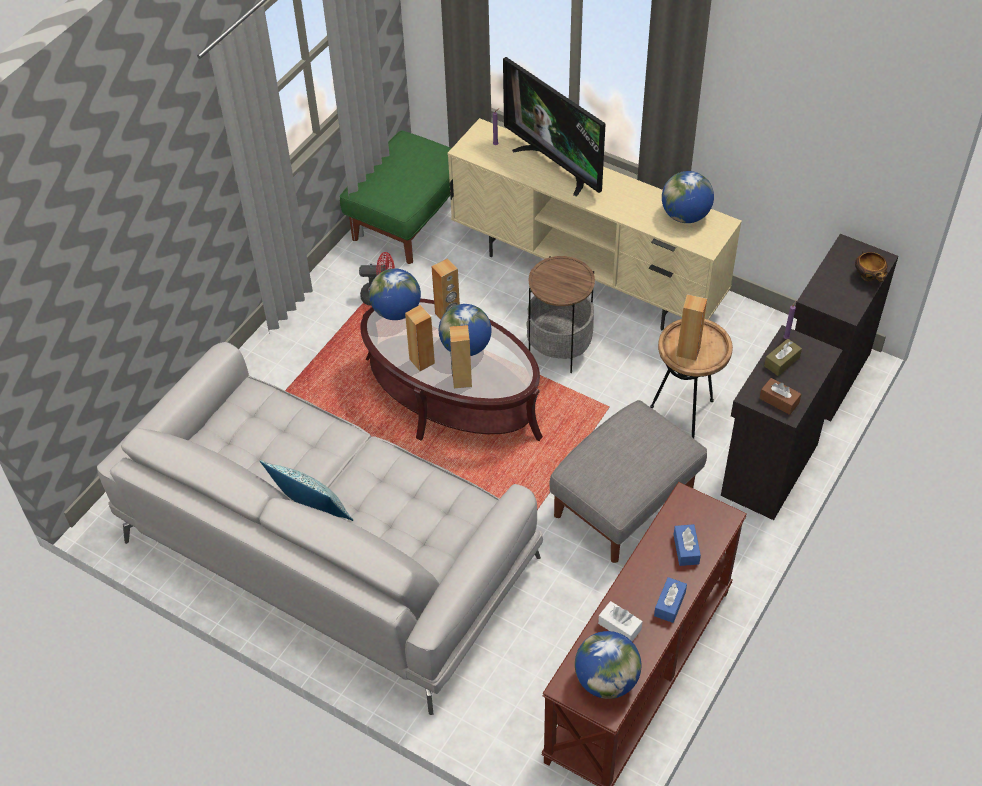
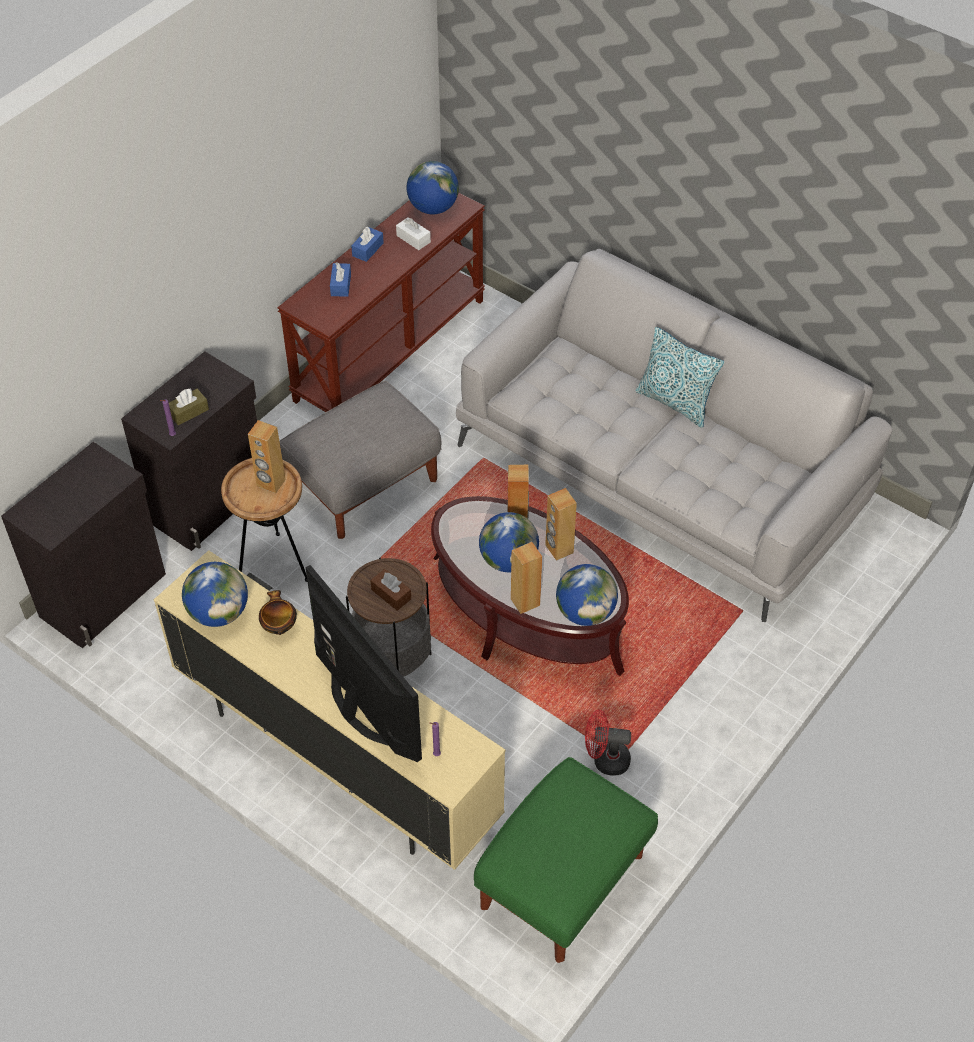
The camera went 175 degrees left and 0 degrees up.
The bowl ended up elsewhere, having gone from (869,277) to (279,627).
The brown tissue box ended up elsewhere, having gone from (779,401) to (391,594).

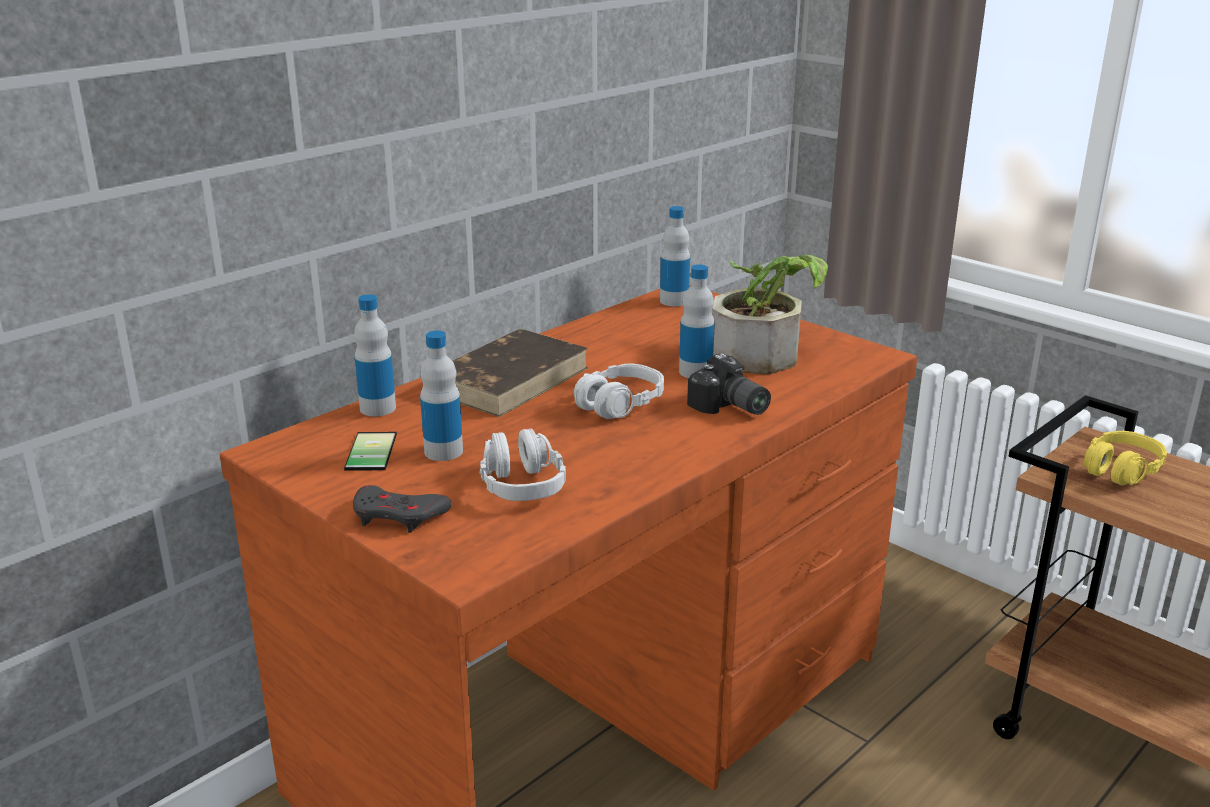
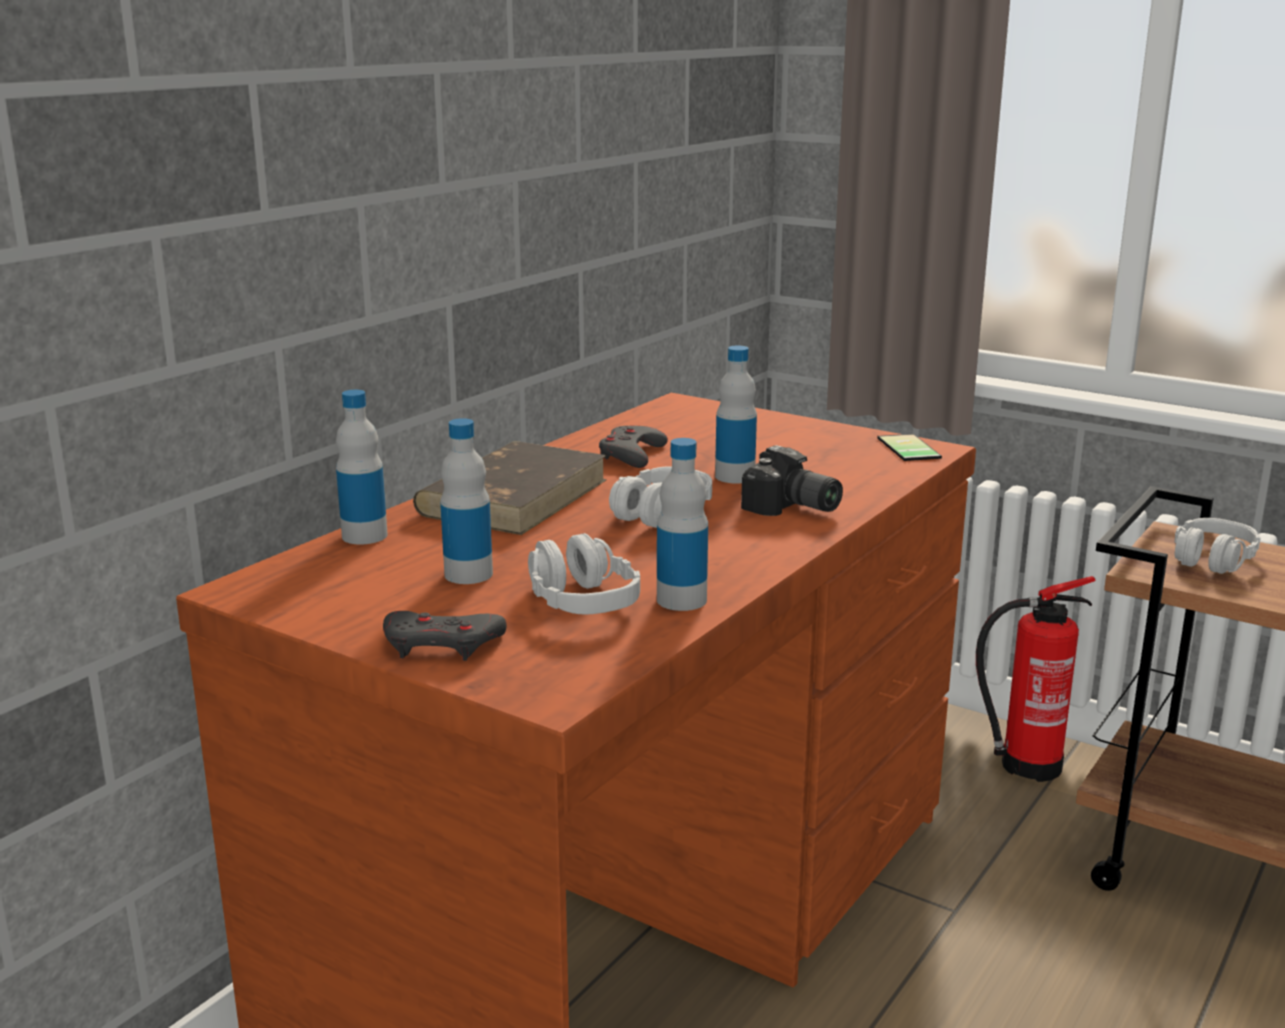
The camera went 10 degrees left and 5 degrees down.
The bottle ended up elsewhere, having gone from (674,301) to (681,600).
The second view lost the potted plant at (763,352).
What was the yellow headphones at (1121,470) turned into the grey headphones at (1212,560).
The phone ended up elsewhere, having gone from (366,451) to (904,448).
The second view gained the grey game controller at (631,454).
The second view gained the fire extinguisher at (1024,765).

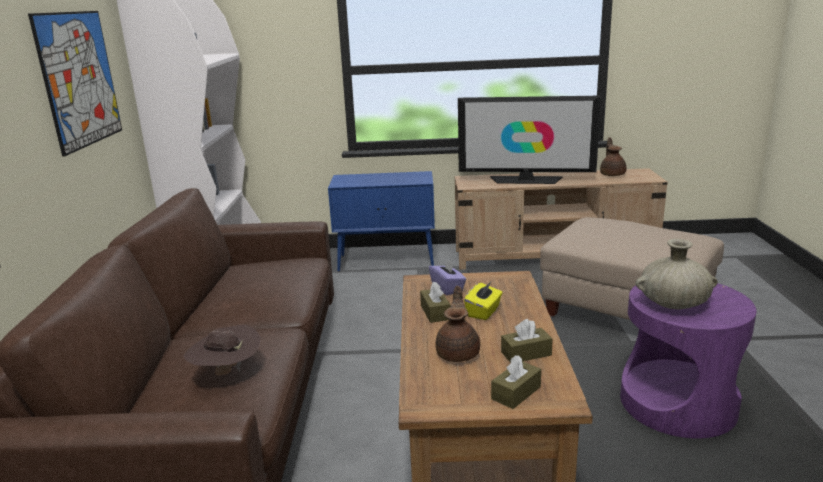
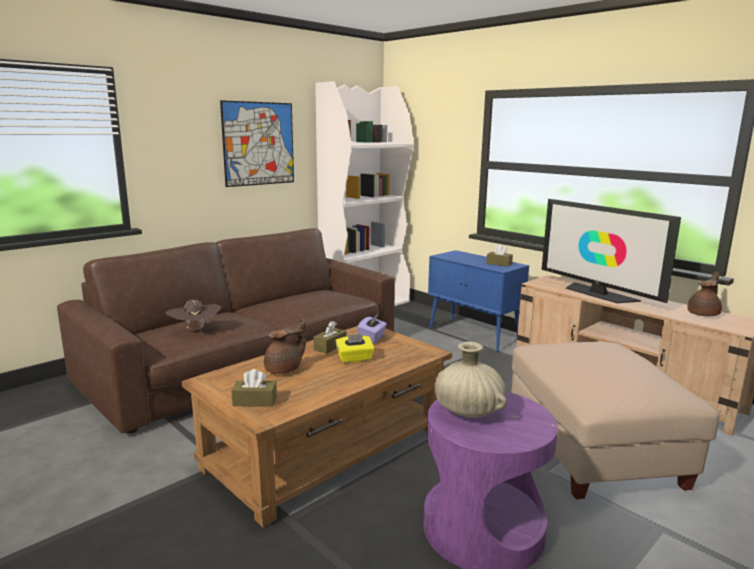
The camera went 45 degrees right and 5 degrees down.
The brown tissue box ended up elsewhere, having gone from (526,353) to (499,263).

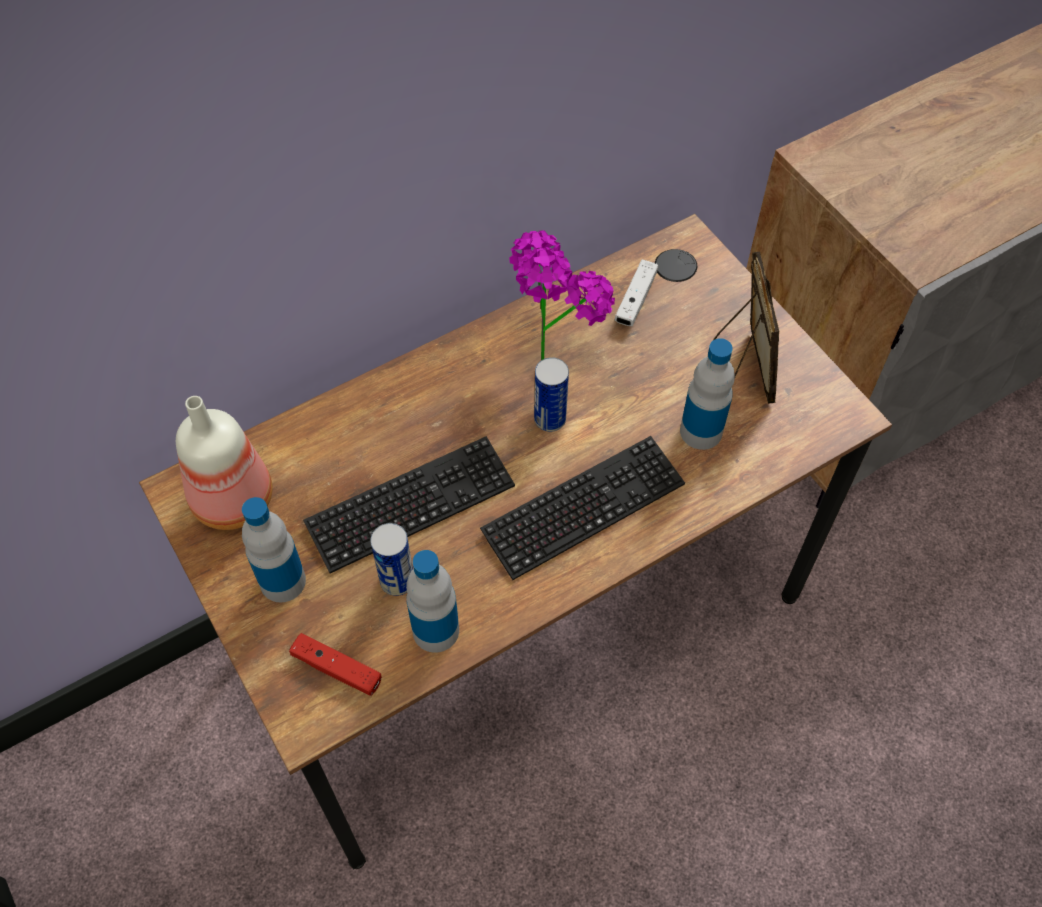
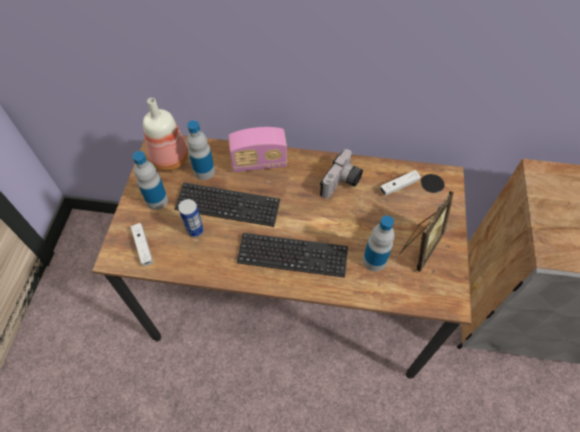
The camera went 40 degrees right and 0 degrees up.
Where the potted plant stood at (552,351), the photo camera came to stand at (342,184).
The second view lost the can at (550,419).
The bottle ended up elsewhere, having gone from (436,630) to (204,171).
What was the red game controller at (337,669) turned into the white game controller at (143,247).
The second view gained the radio at (259,162).

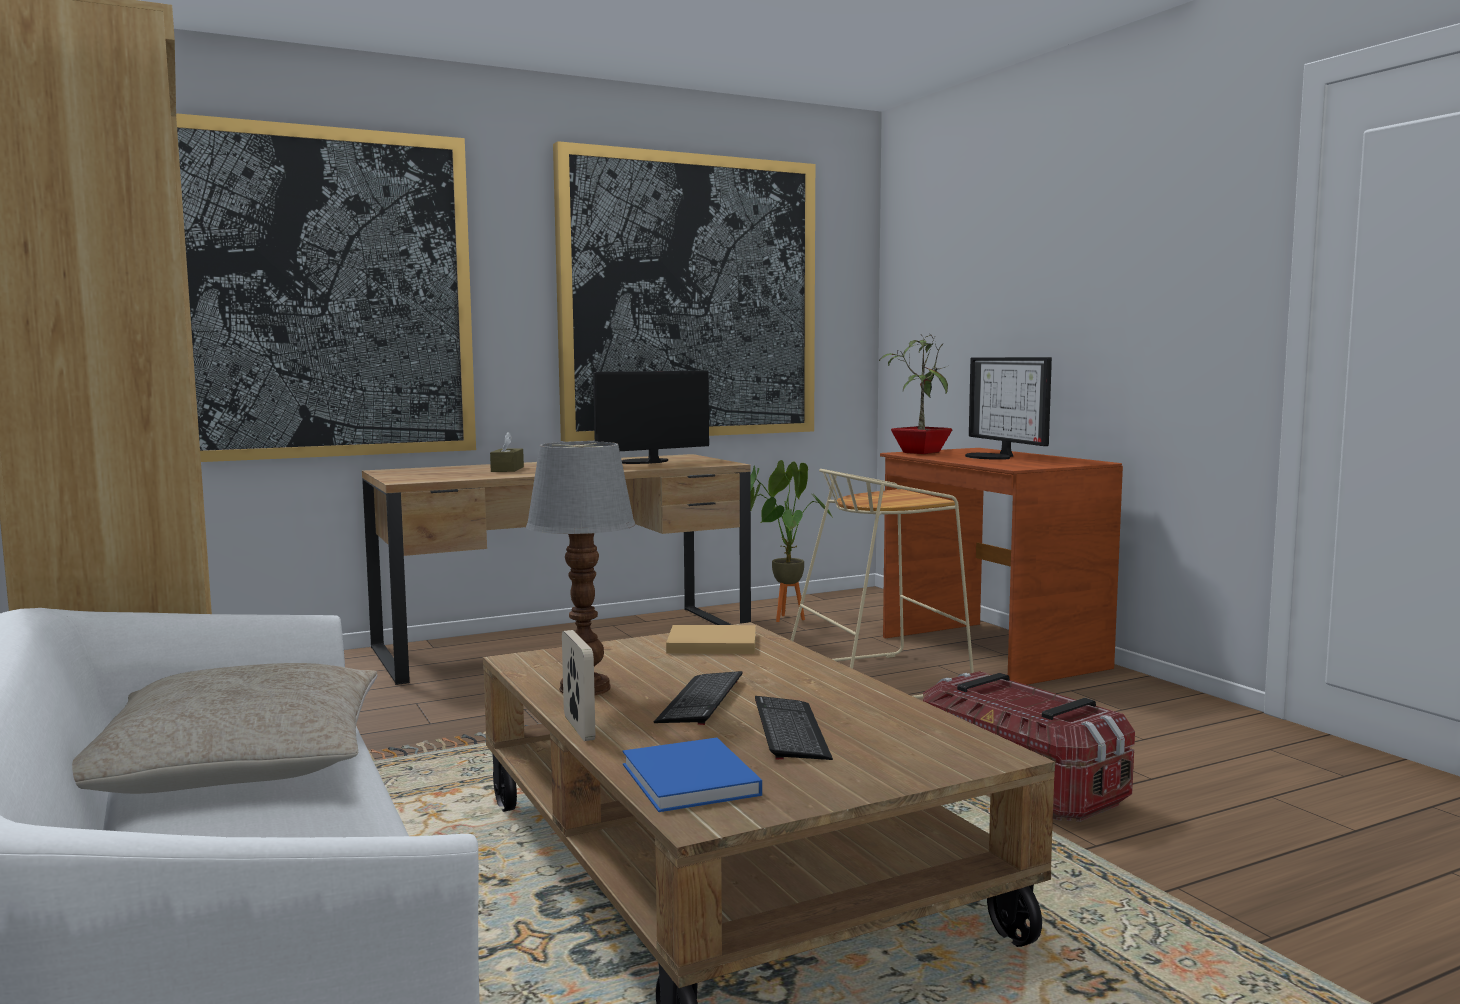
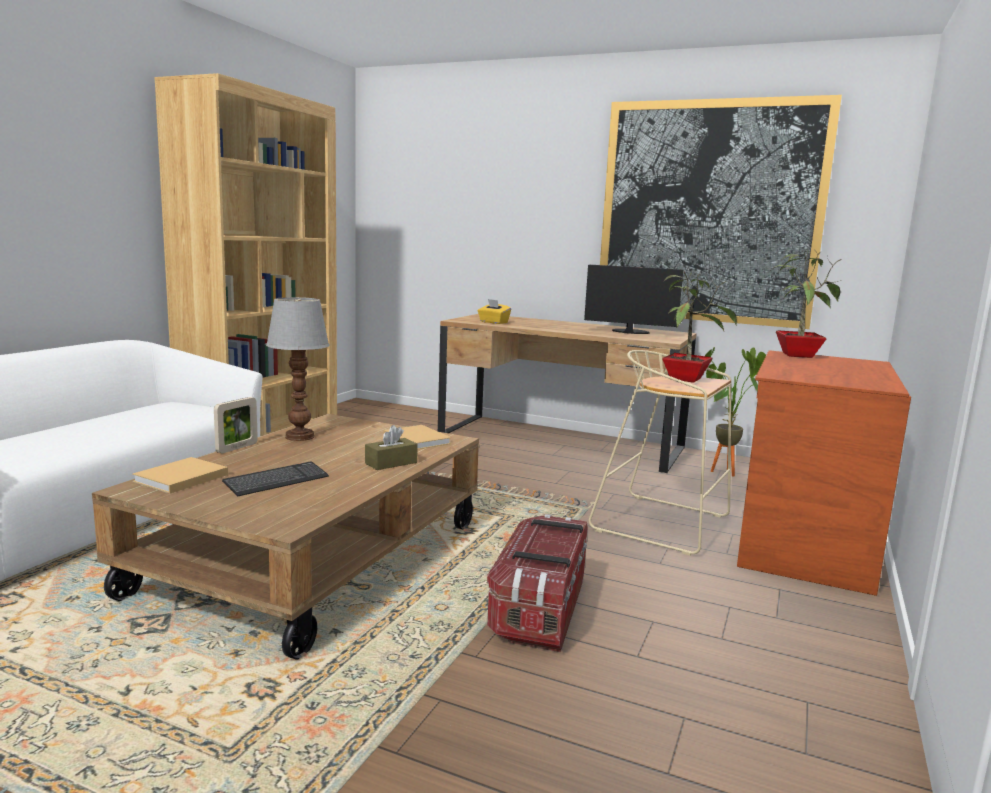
The camera went 50 degrees right and 5 degrees up.
The second view lost the picture at (304,294).
The second view lost the monitor at (994,456).
The brown tissue box ended up elsewhere, having gone from (507,469) to (391,463).
The second view lost the beige pillow at (238,762).
The second view lost the keyboard at (701,700).
What was the blue book at (691,781) turned into the beige book at (179,478).
The second view gained the potted plant at (686,379).
The second view gained the yellow tissue box at (493,322).

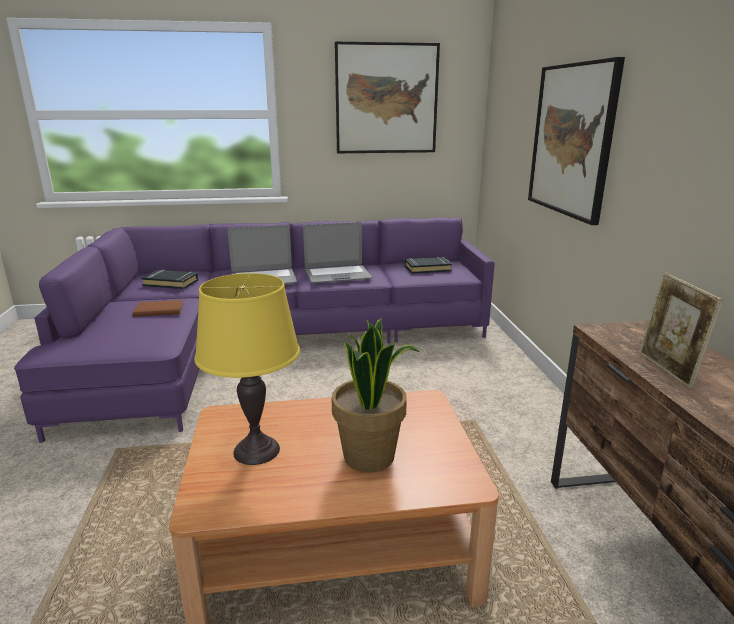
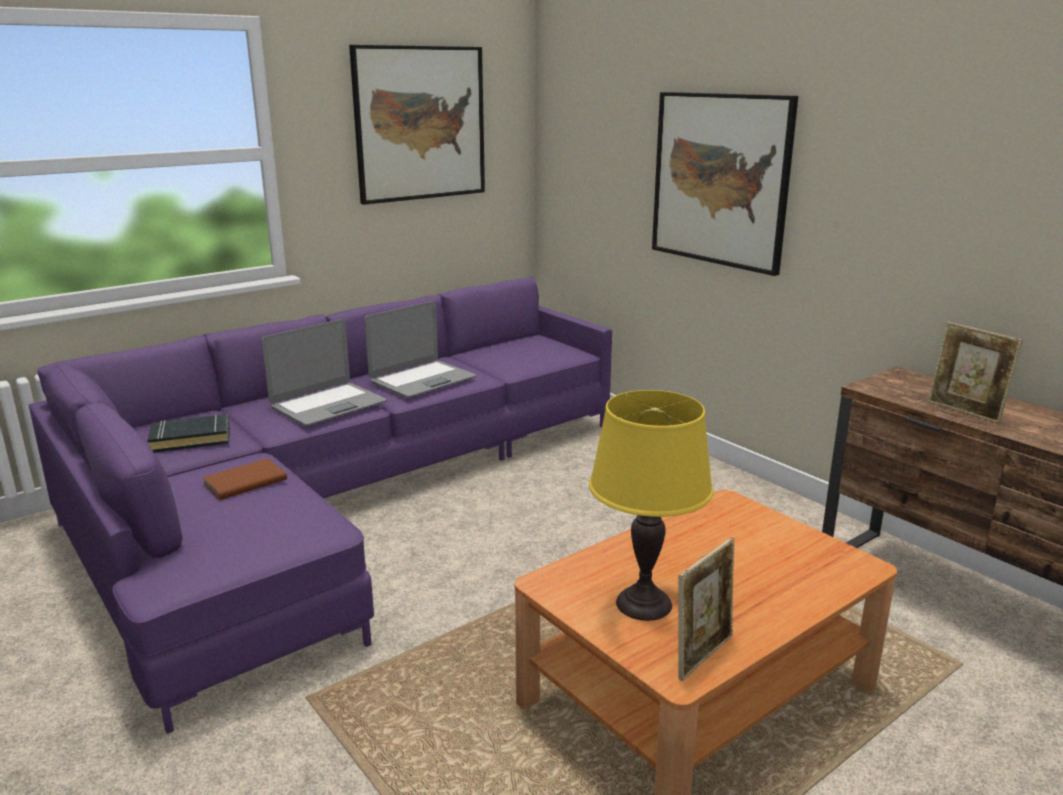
The camera went 30 degrees left and 0 degrees up.
The second view lost the black book at (427,268).
The second view lost the potted plant at (370,457).
The second view gained the picture frame at (703,655).

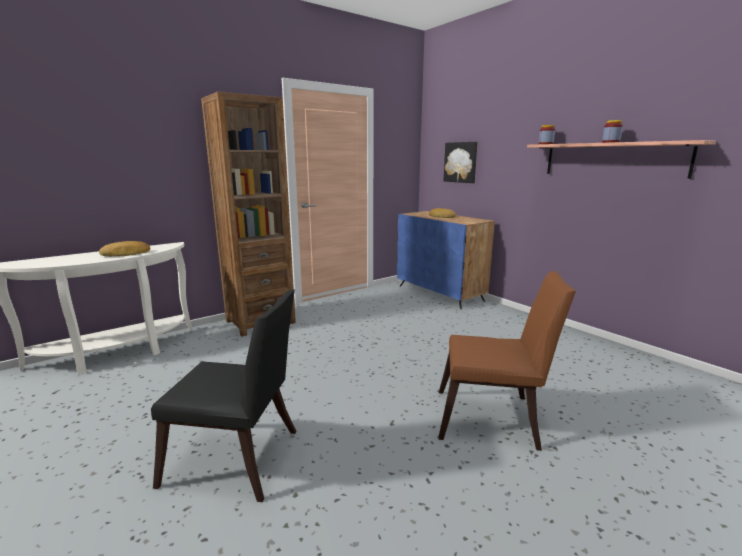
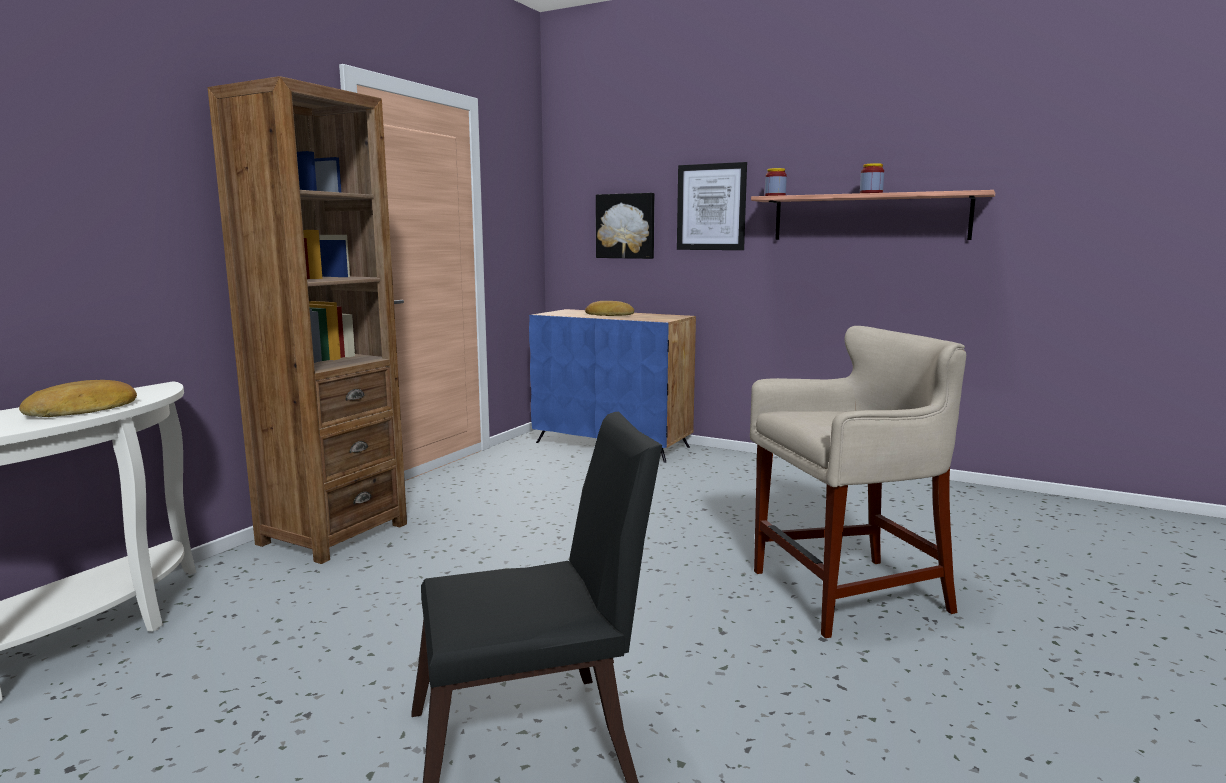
The camera went 25 degrees left and 5 degrees down.
Where the brown chair stood at (493,420), the beige stool came to stand at (848,594).
The second view gained the picture at (711,207).

